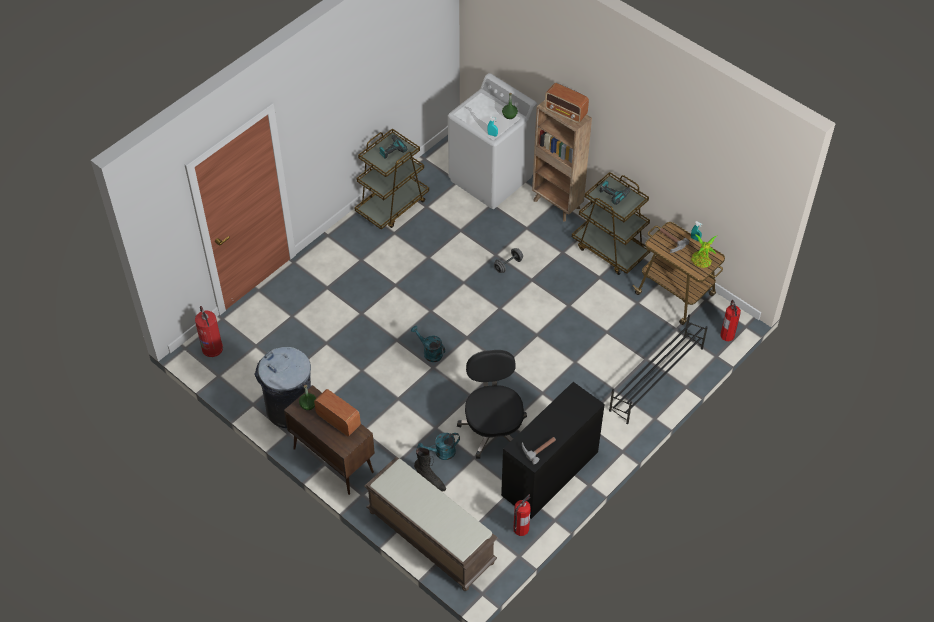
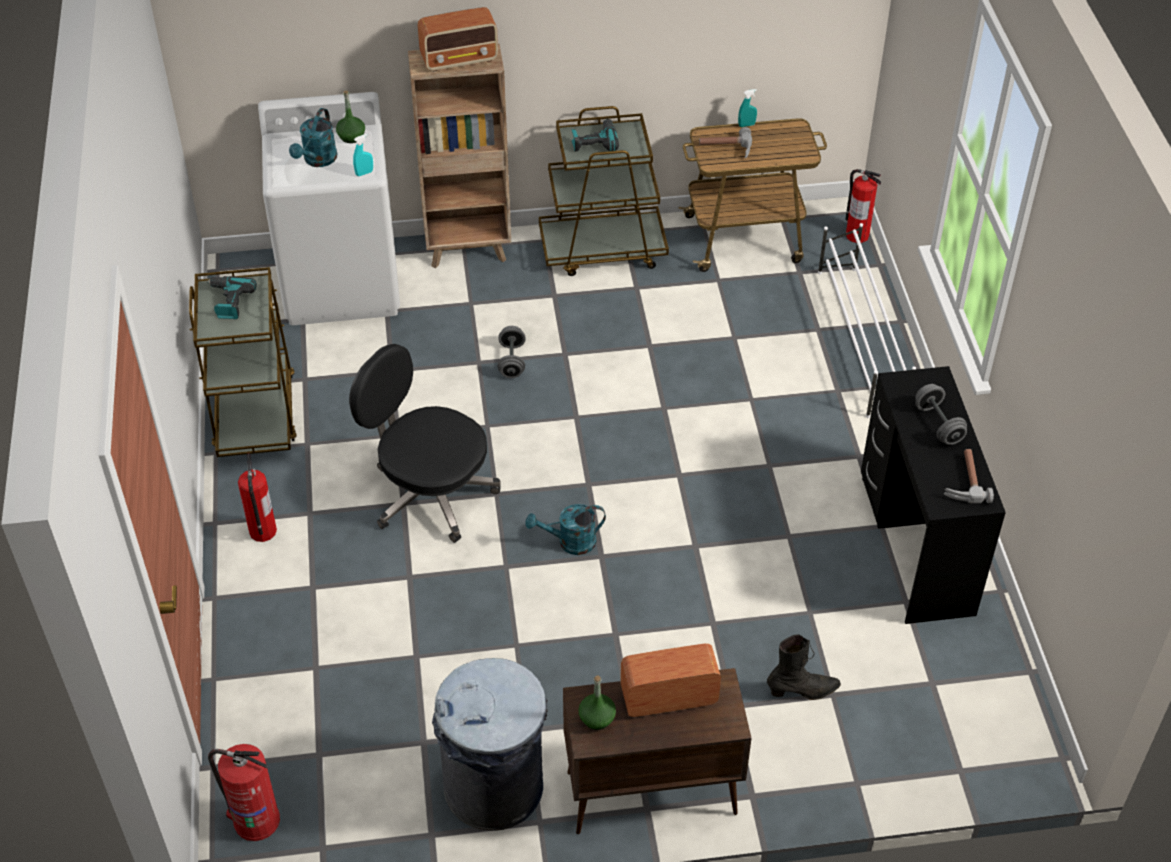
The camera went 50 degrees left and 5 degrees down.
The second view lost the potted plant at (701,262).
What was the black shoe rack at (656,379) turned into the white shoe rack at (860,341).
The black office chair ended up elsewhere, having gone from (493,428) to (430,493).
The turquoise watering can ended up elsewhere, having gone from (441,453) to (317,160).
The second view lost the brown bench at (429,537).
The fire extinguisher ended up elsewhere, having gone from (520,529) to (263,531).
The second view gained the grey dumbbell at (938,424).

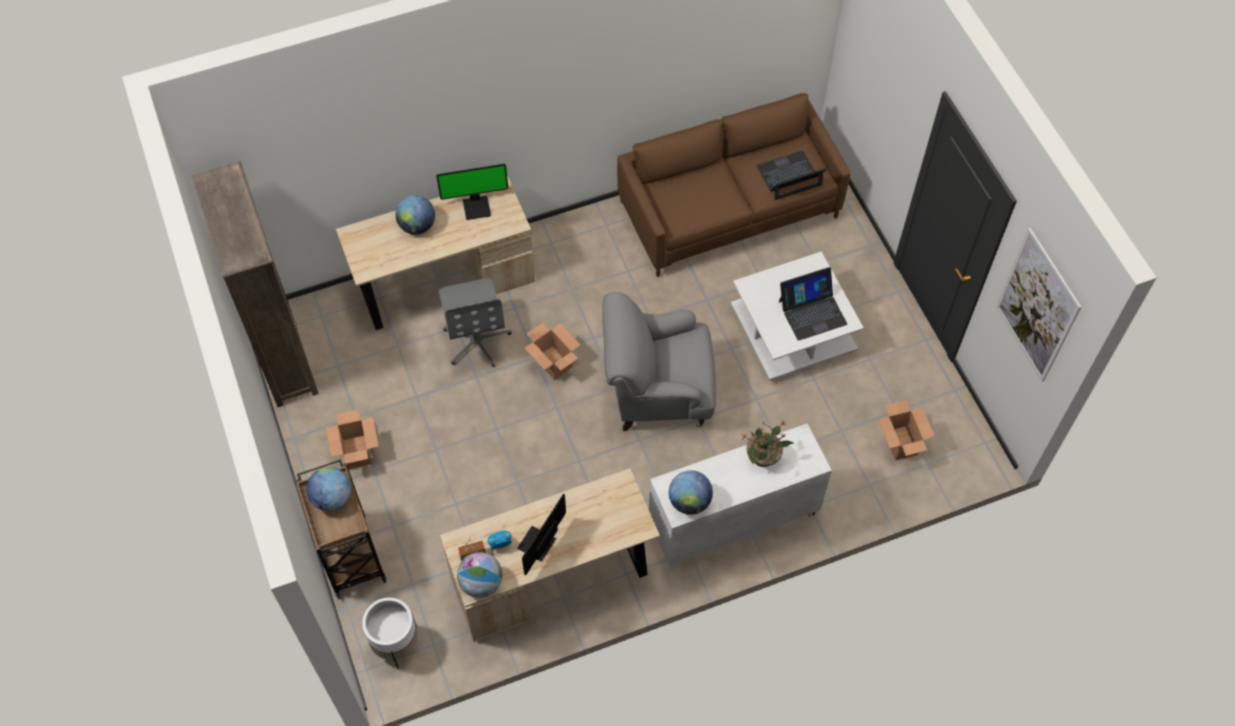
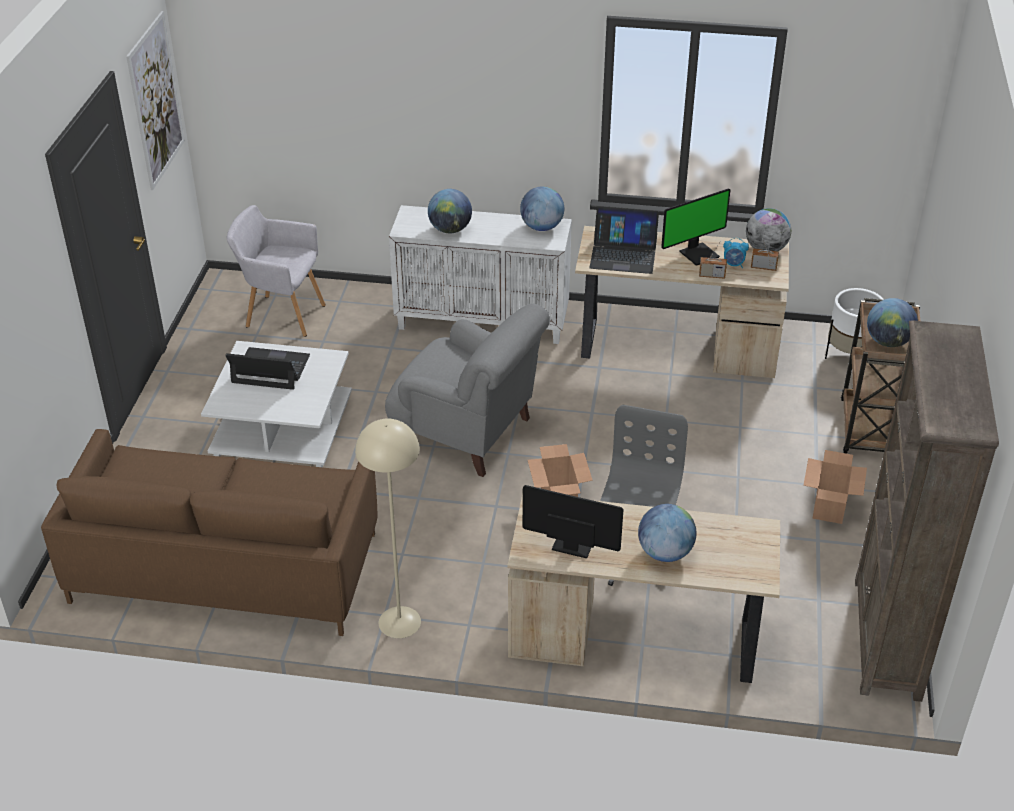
The camera went 150 degrees left and 20 degrees down.
The laptop ended up elsewhere, having gone from (789,176) to (623,255).
Where the cardboard box stood at (900,443), the grey armchair came to stand at (281,314).
Where the potted plant stood at (763,457), the globe came to stand at (450,229).
The second view gained the radio at (712,275).
The second view gained the beige floor lamp at (399,622).

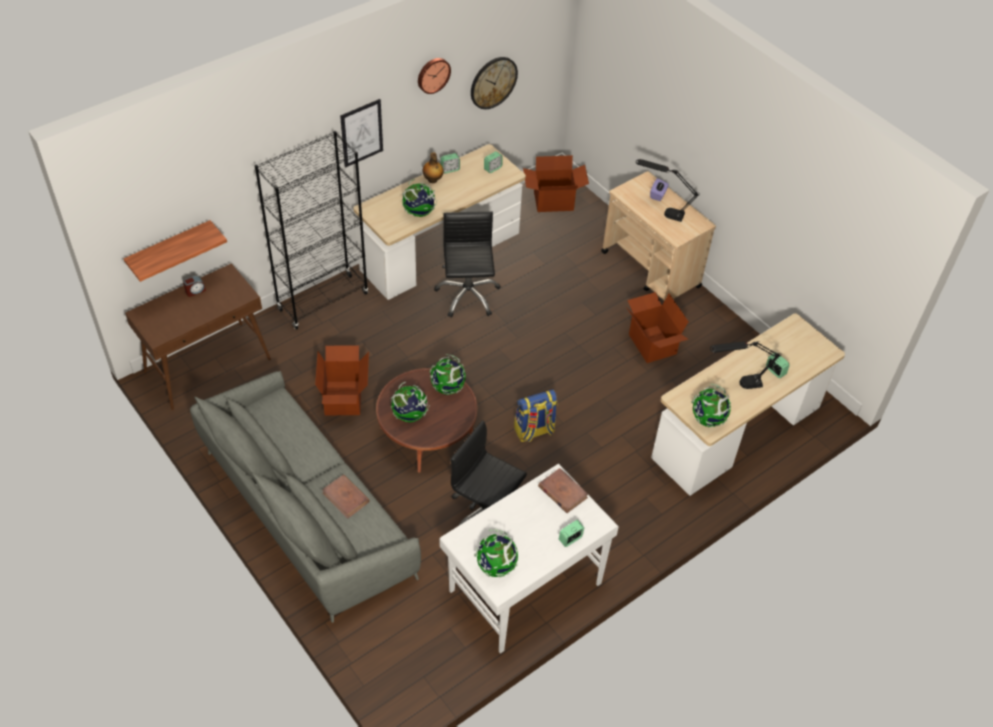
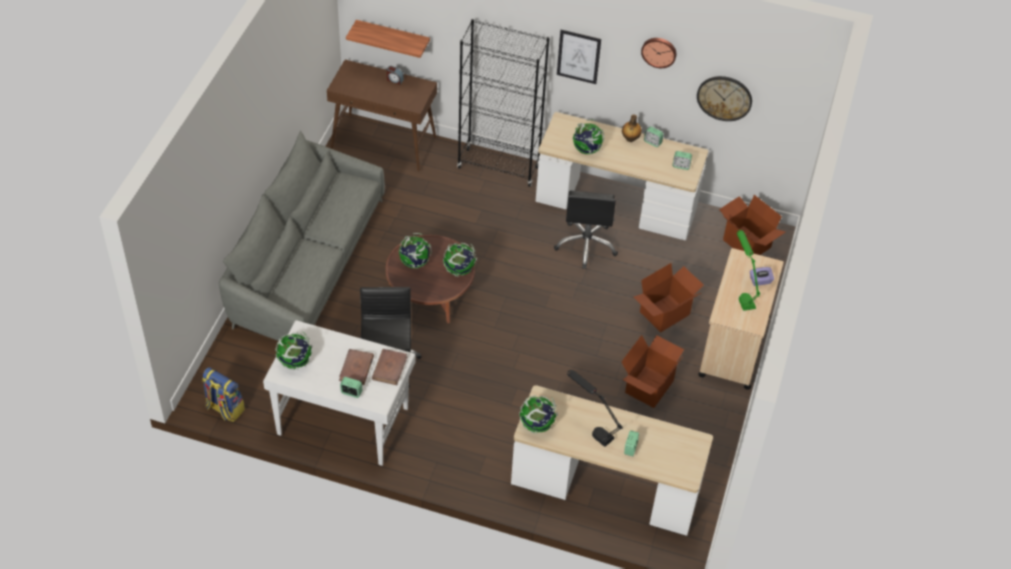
The camera went 55 degrees right and 0 degrees up.
What was the black table lamp at (661,211) turned into the green table lamp at (742,292).
The black office chair at (467,296) ended up facing another way, 135 degrees clockwise from before.
The cardboard box ended up elsewhere, having gone from (344,398) to (665,314).
The backpack ended up elsewhere, having gone from (534,431) to (224,408).
The brown book ended up elsewhere, having gone from (346,498) to (356,369).

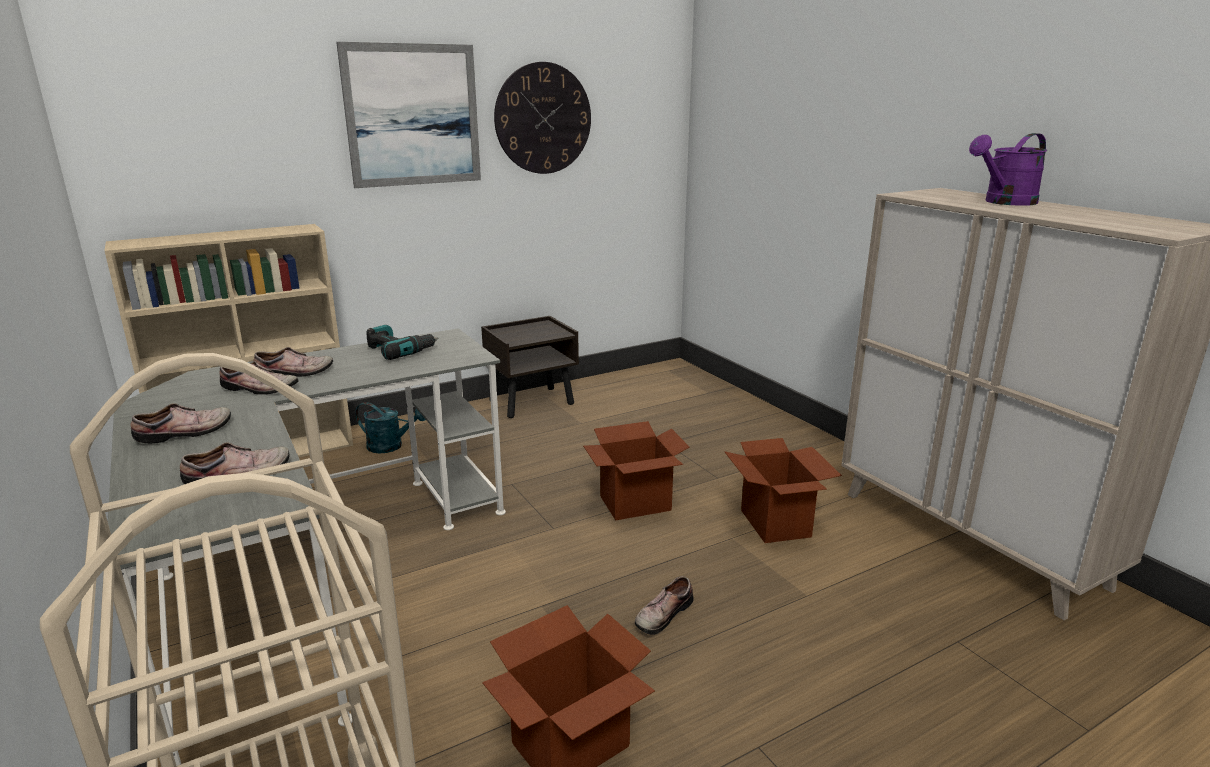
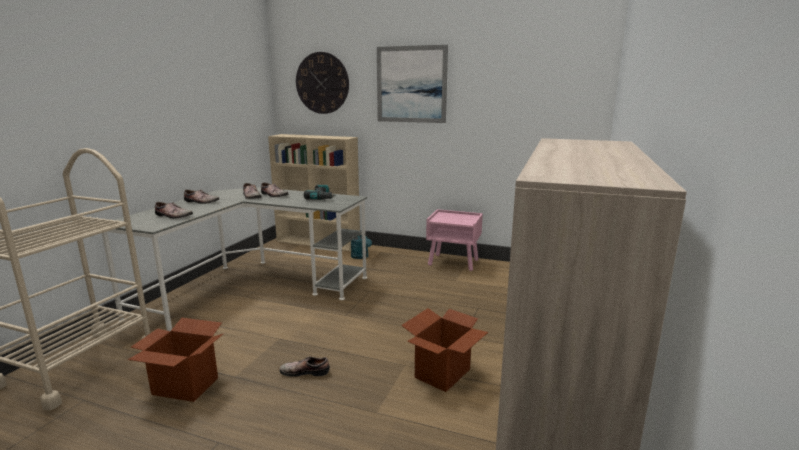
The camera went 50 degrees right and 5 degrees down.
The wall clock ended up elsewhere, having gone from (543,119) to (322,83).
The second view lost the purple watering can at (1004,202).
What was the brown nightstand at (532,402) turned into the pink nightstand at (454,262).
The second view lost the cardboard box at (635,504).

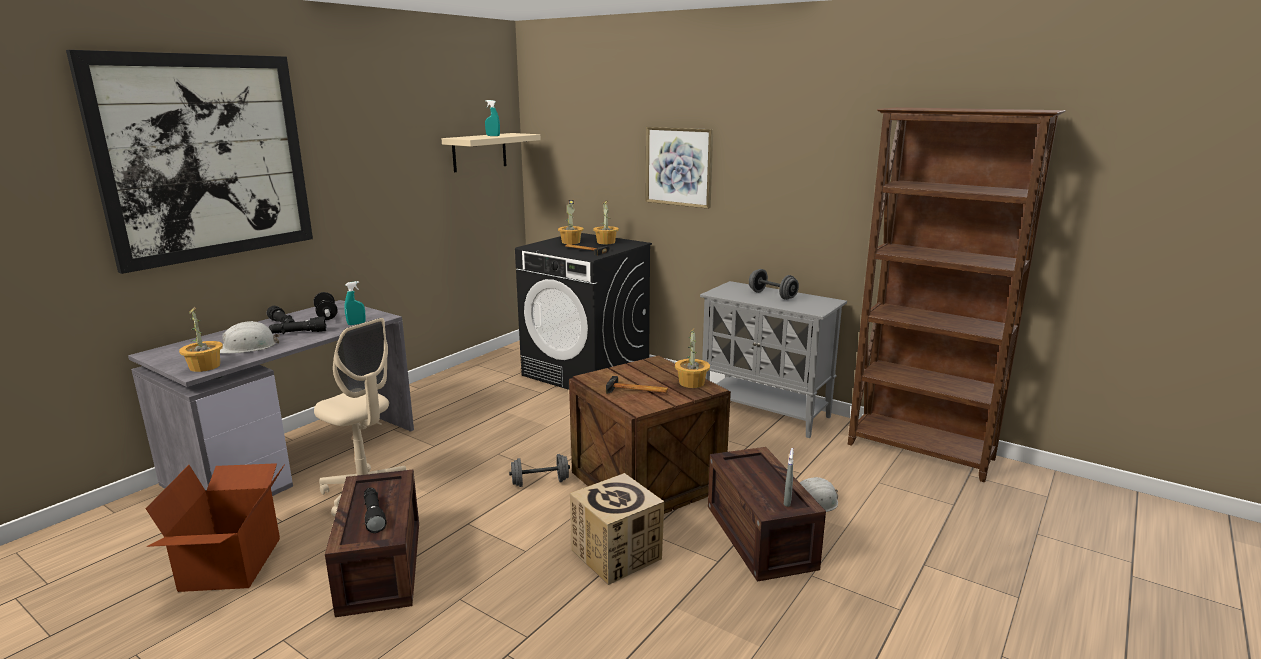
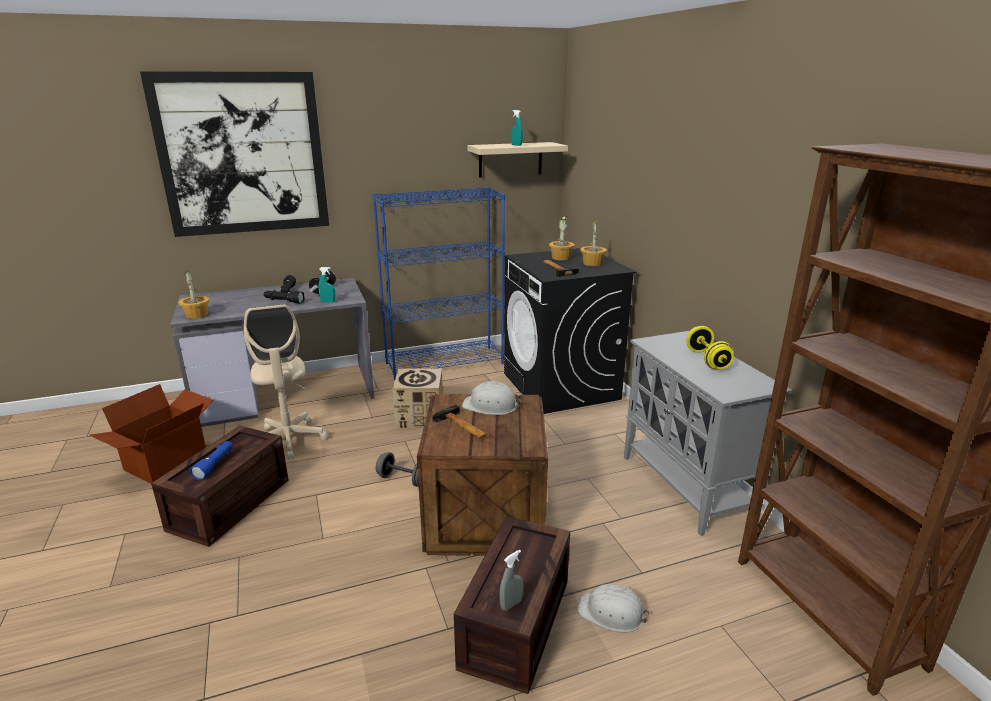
The camera went 35 degrees right and 5 degrees up.
The second view lost the picture at (679,166).
What was the grey dumbbell at (772,295) turned into the yellow dumbbell at (707,360).
The white hard hat ended up elsewhere, having gone from (247,347) to (490,406).
The second view lost the potted plant at (692,383).
The cardboard box ended up elsewhere, having gone from (617,554) to (420,417).
What was the black flashlight at (374,515) turned into the blue flashlight at (215,464).
The second view gained the blue bookcase at (445,363).

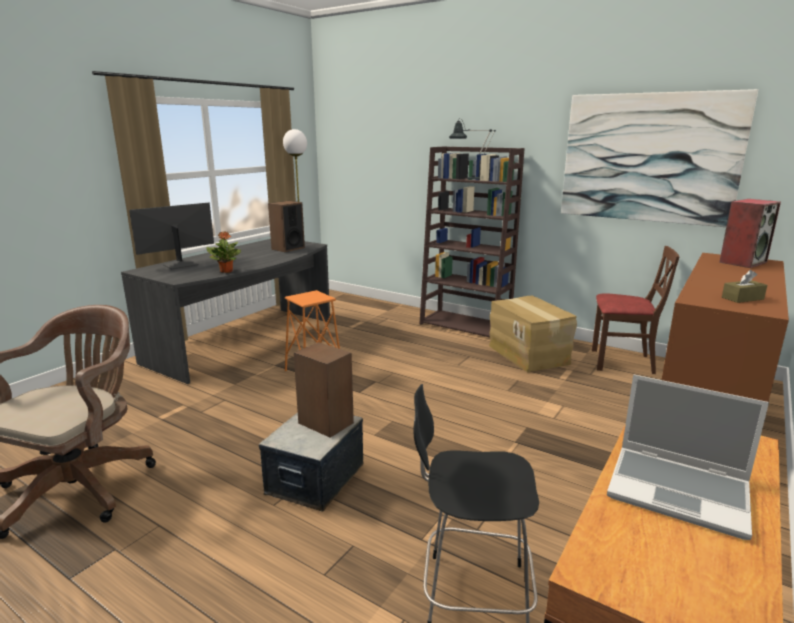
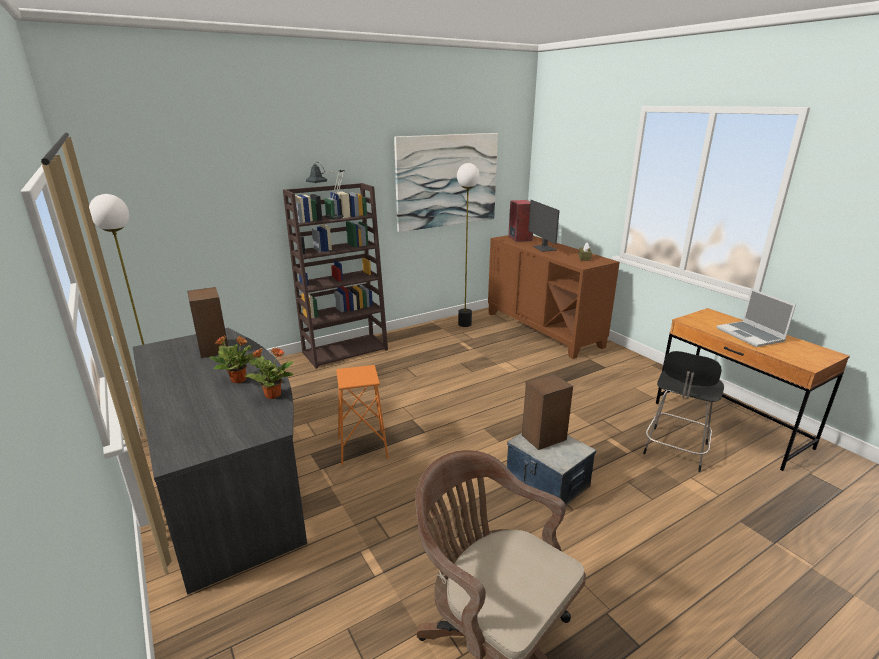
The camera went 65 degrees left and 5 degrees up.
The monitor ended up elsewhere, having gone from (180,265) to (544,248).
Where the brown chair stood at (622,362), the floor lamp came to stand at (465,324).
The second view lost the cardboard box at (529,354).
The laptop at (680,491) ended up facing another way, 105 degrees clockwise from before.
The second view gained the potted plant at (239,380).

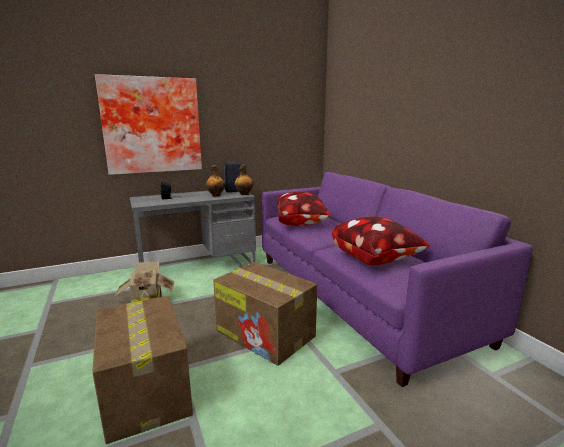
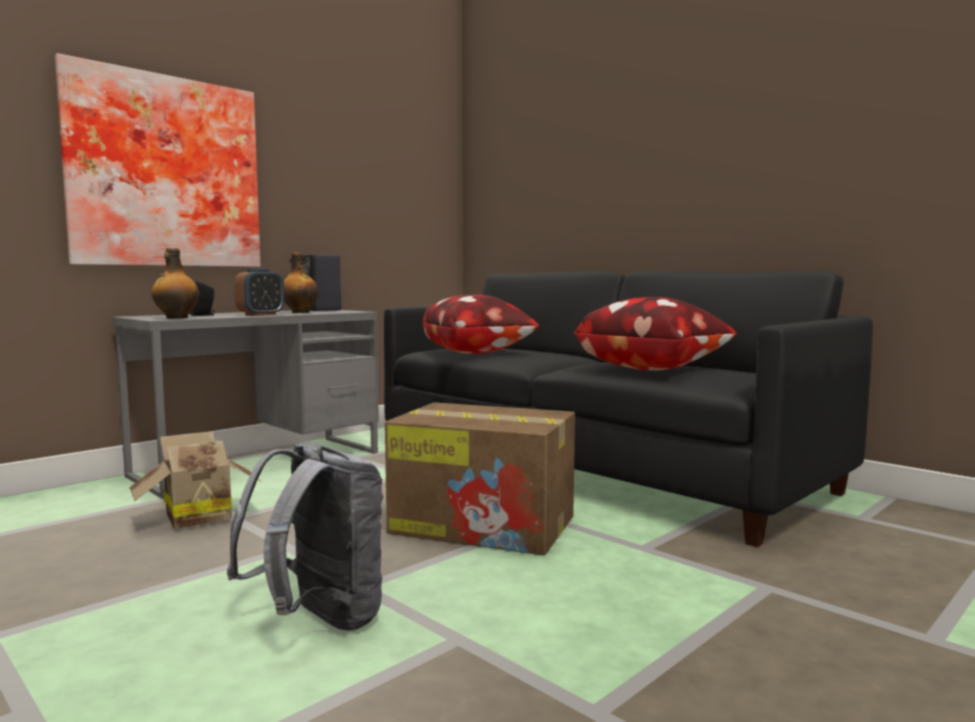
The camera went 20 degrees left and 10 degrees down.
The bottle ended up elsewhere, having gone from (244,194) to (176,318).
What was the purple sofa at (356,295) turned into the black sofa at (592,467).
Where the cardboard box stood at (145,388), the grey backpack came to stand at (318,620).
The second view gained the alarm clock at (260,315).

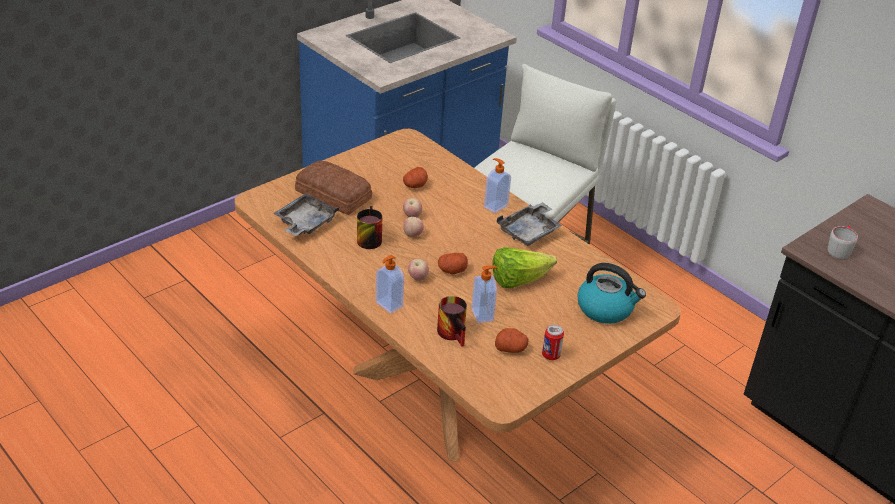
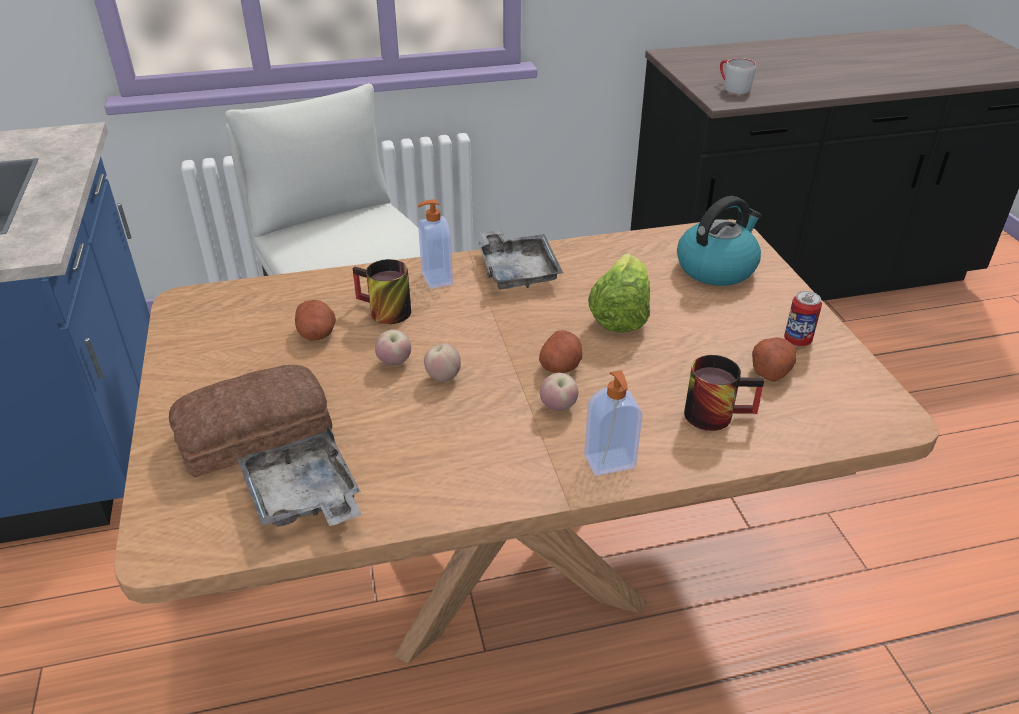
The camera went 60 degrees left and 0 degrees up.
The mug ended up elsewhere, having gone from (367,238) to (382,312).
The second view lost the soap dispenser at (483,315).

